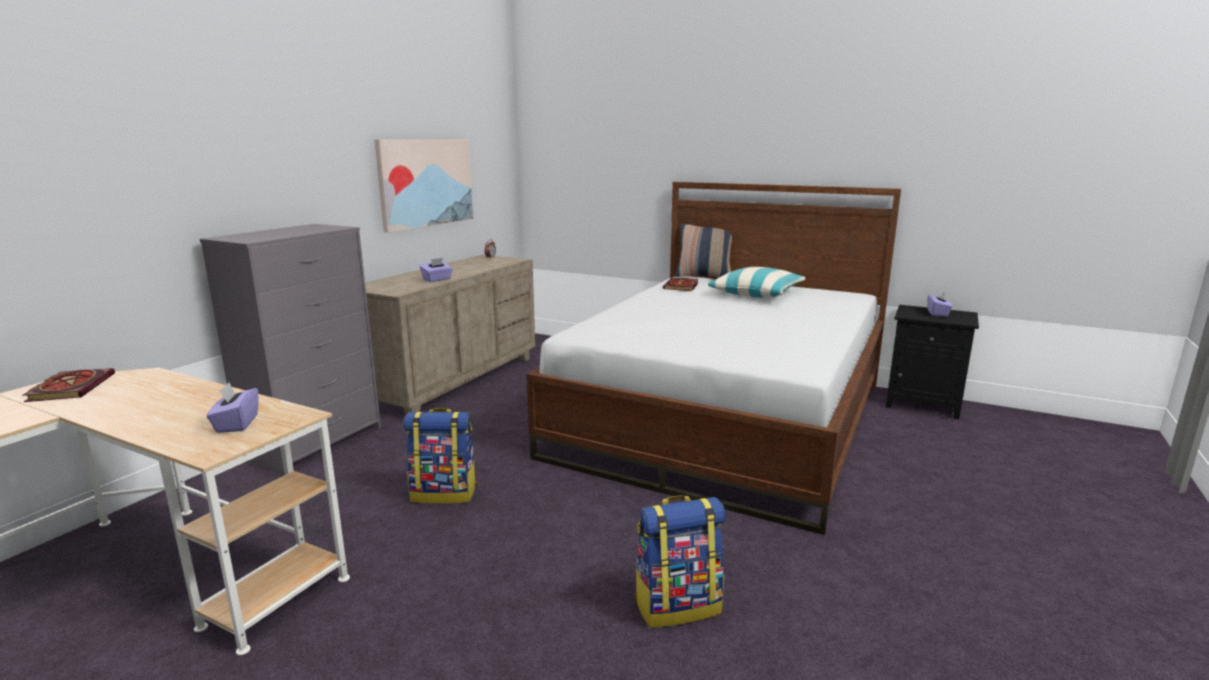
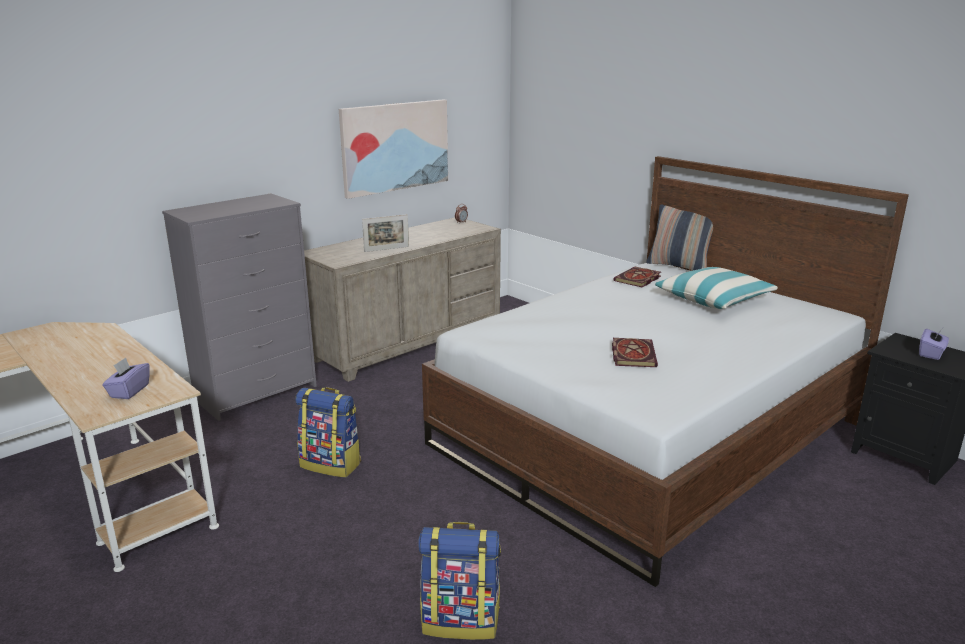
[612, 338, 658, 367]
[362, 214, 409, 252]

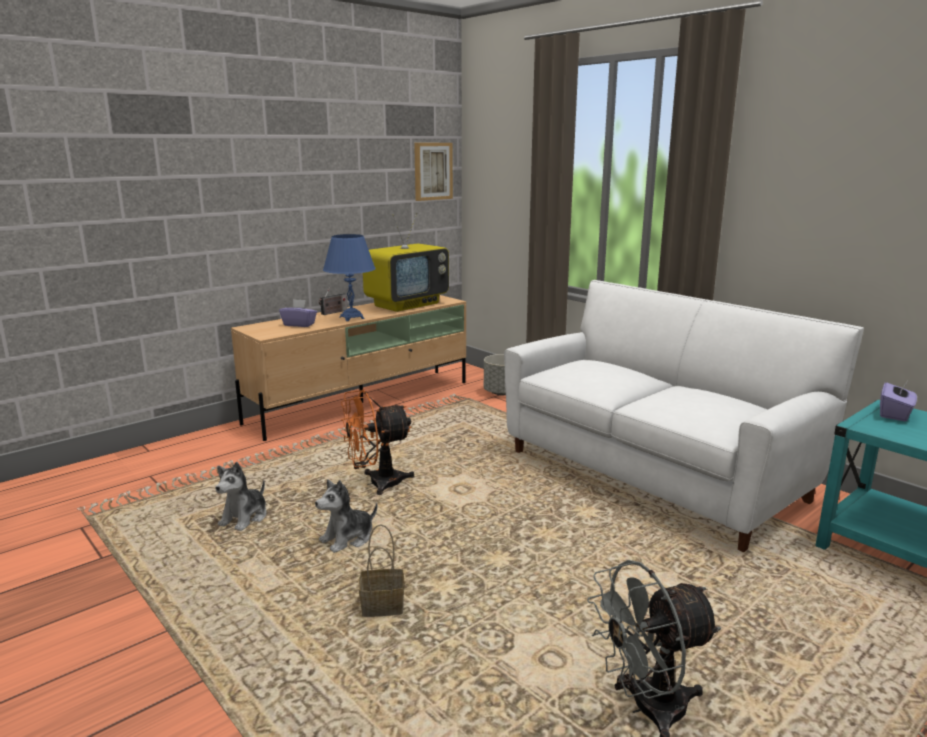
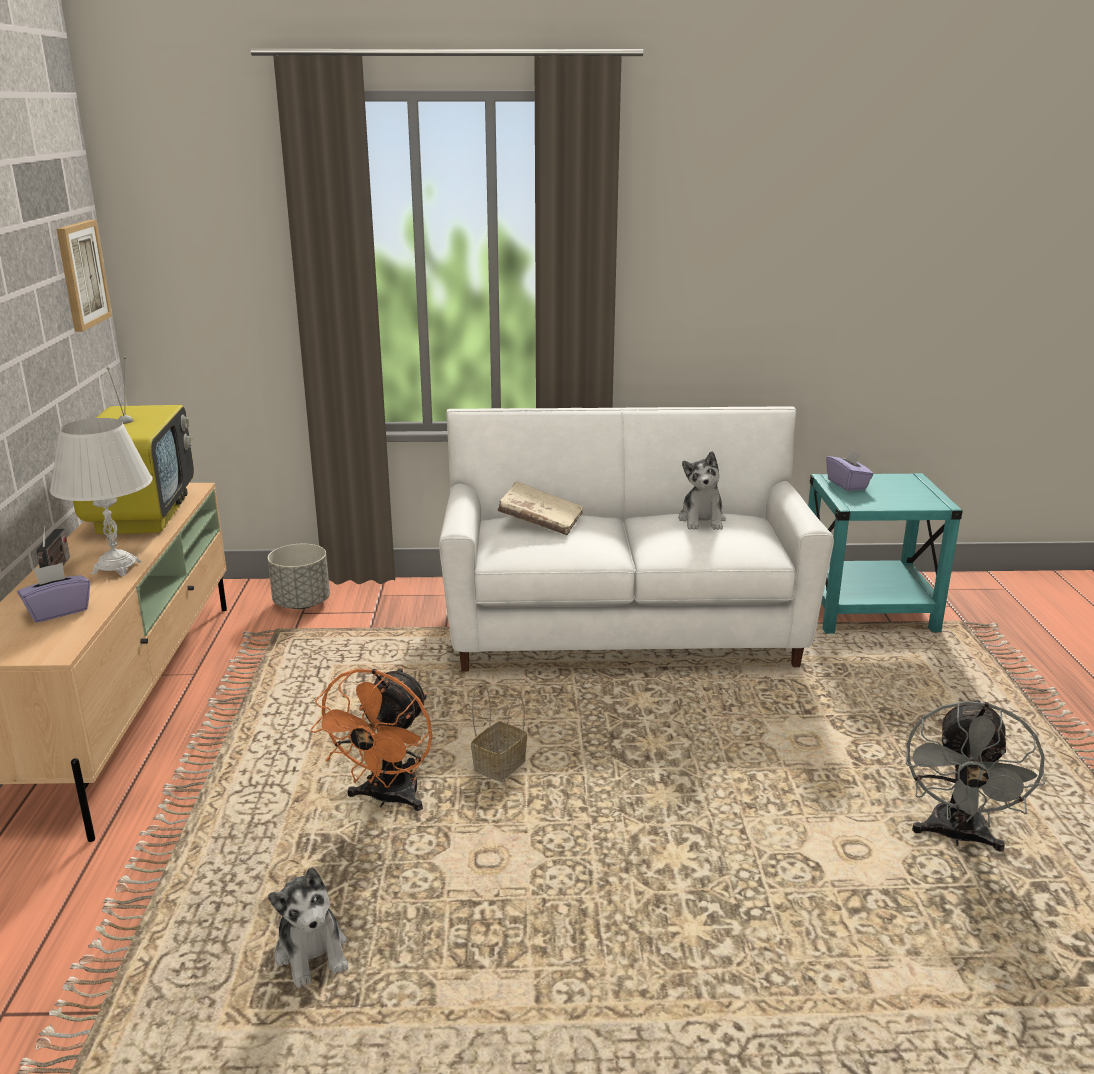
[498, 481, 584, 535]
[679, 451, 726, 530]
[471, 682, 527, 782]
[49, 418, 153, 576]

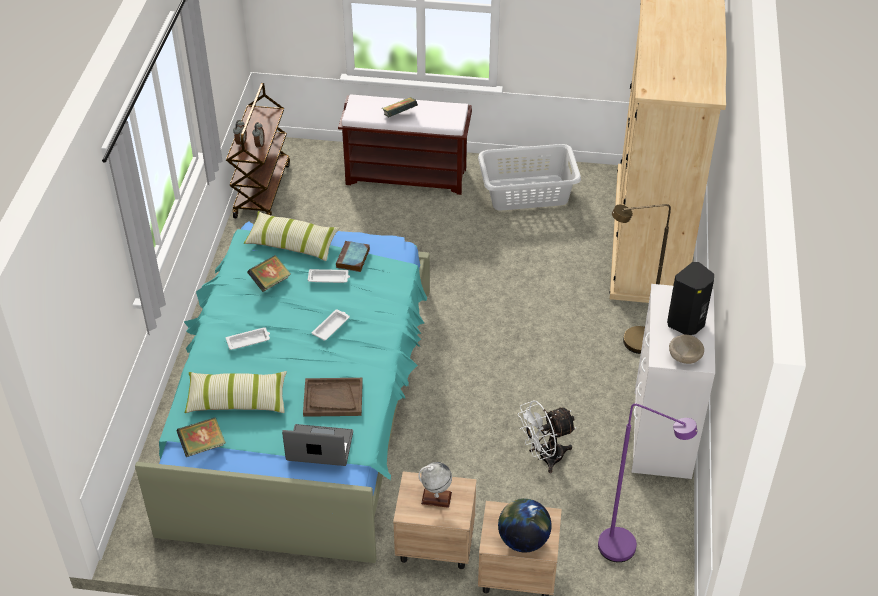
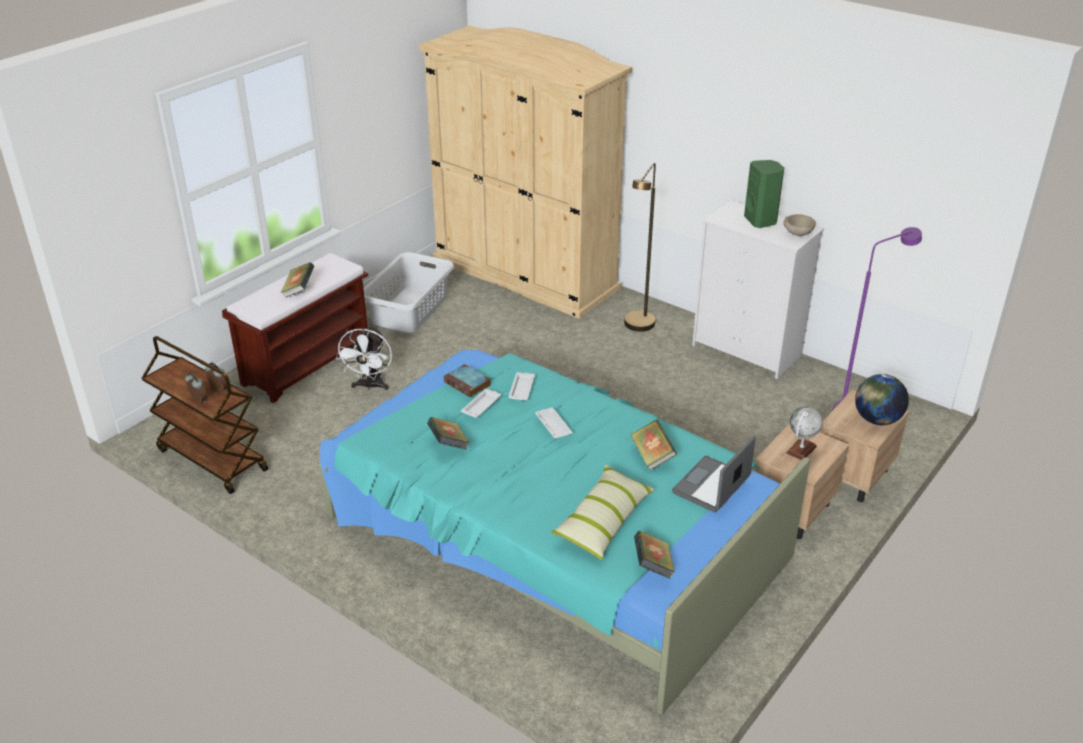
[244, 211, 340, 261] (first image)
[508, 372, 535, 400]
[336, 326, 392, 390]
[630, 420, 677, 471]
[744, 160, 784, 228]

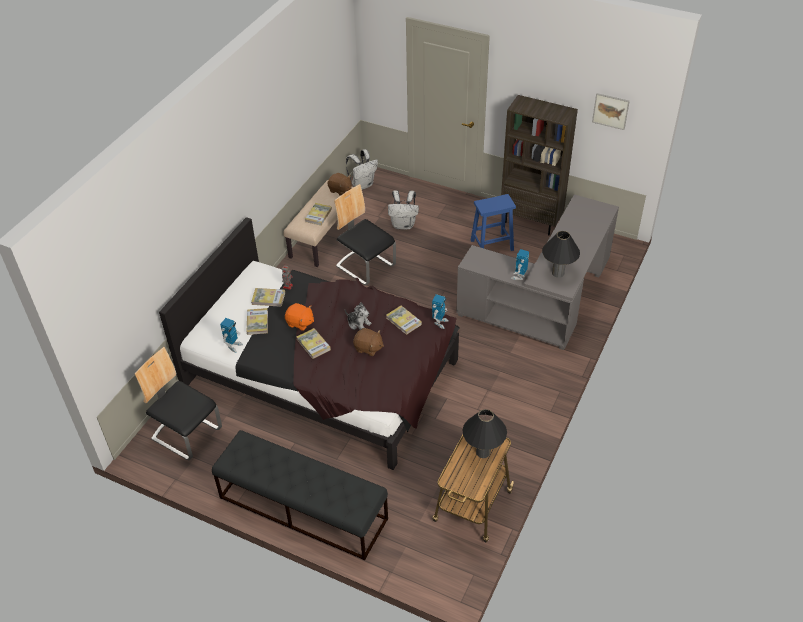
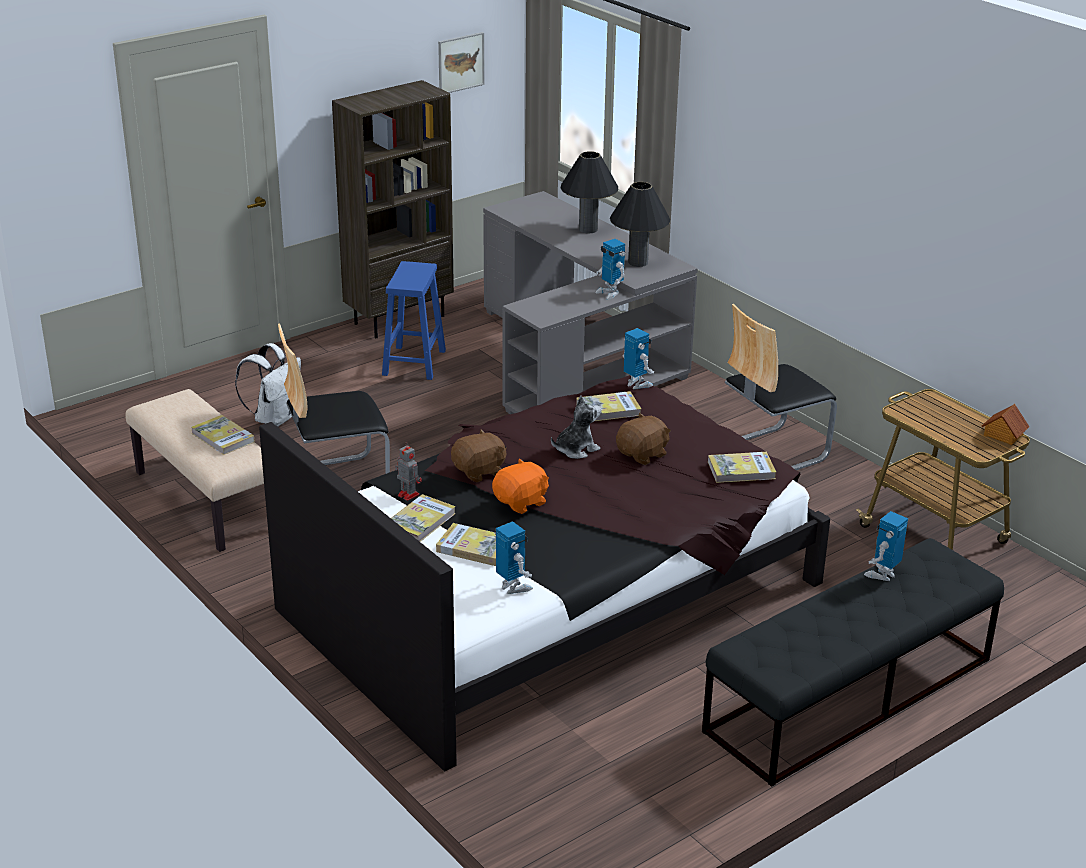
[346, 149, 378, 190] (first image)
[864, 511, 908, 581]
[982, 404, 1030, 445]
[725, 304, 837, 470]
[708, 452, 776, 483]
[451, 429, 507, 483]
[561, 151, 618, 233]

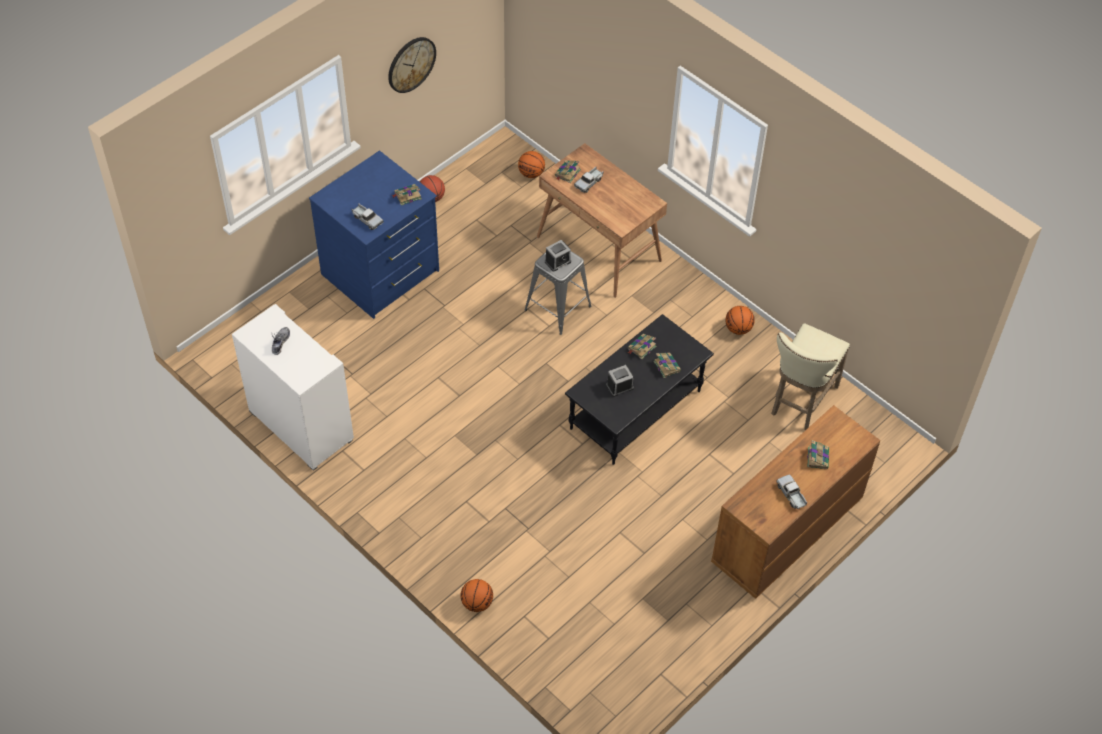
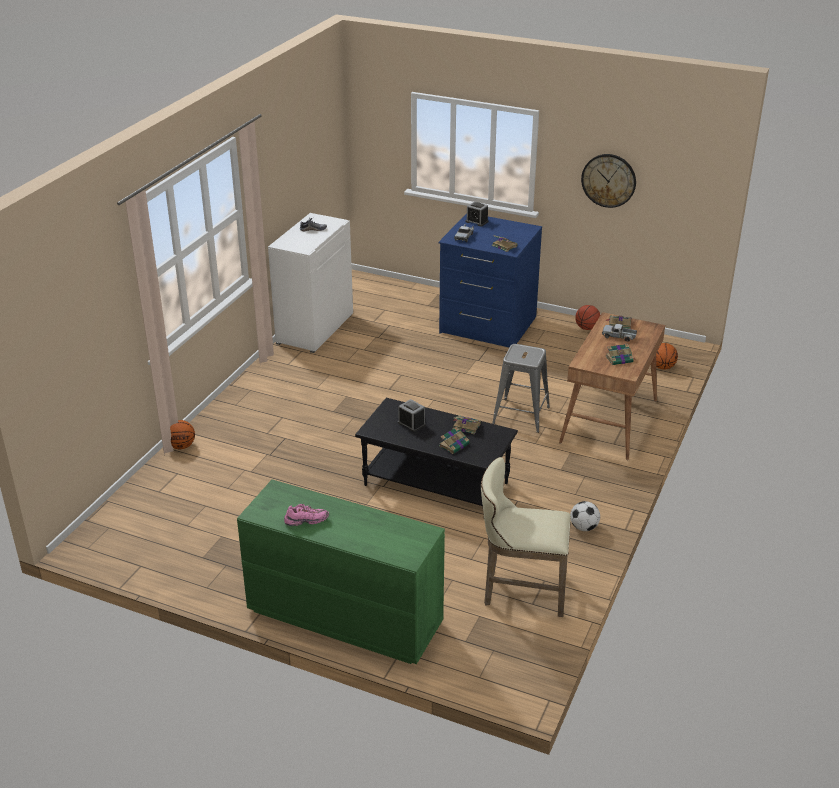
[466, 201, 489, 227]
[606, 344, 635, 365]
[570, 501, 600, 531]
[284, 504, 329, 526]
[237, 480, 445, 664]

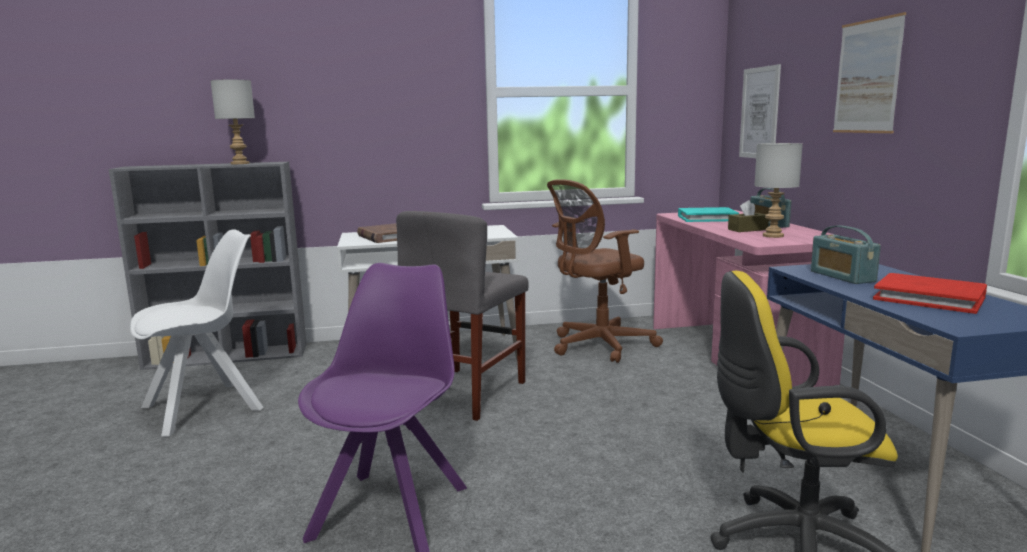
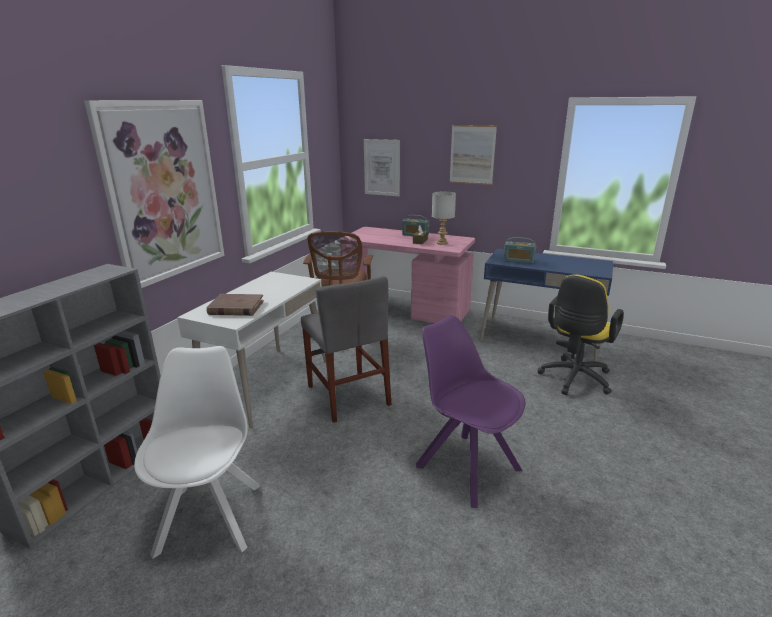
[211, 80, 255, 164] (first image)
[678, 207, 739, 222] (first image)
[873, 273, 987, 314] (first image)
[84, 100, 225, 288]

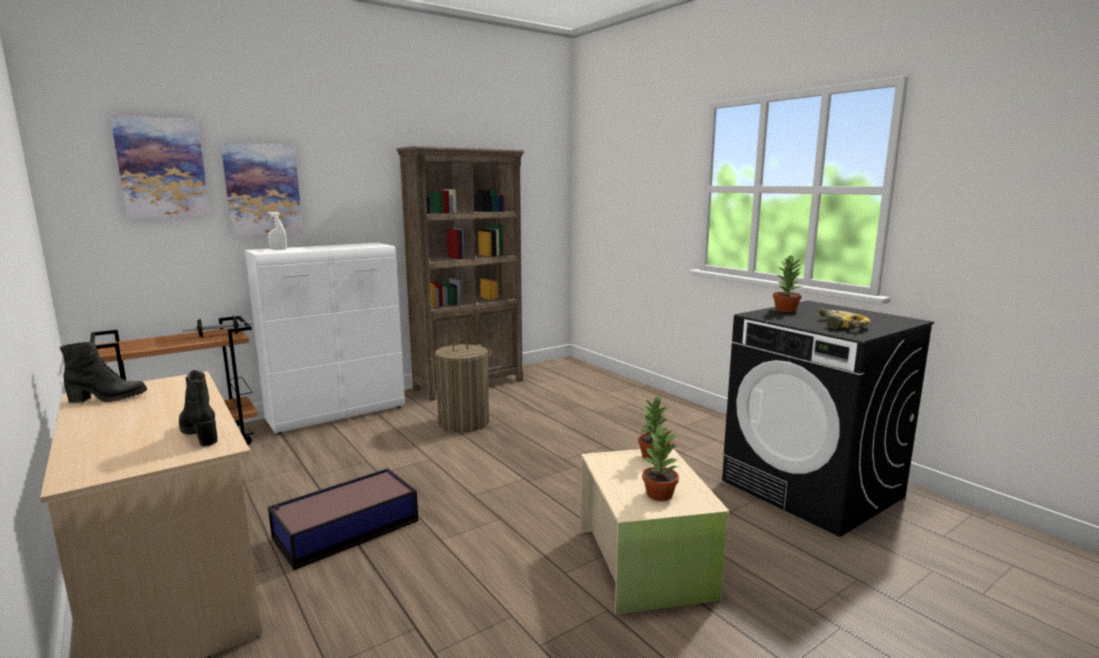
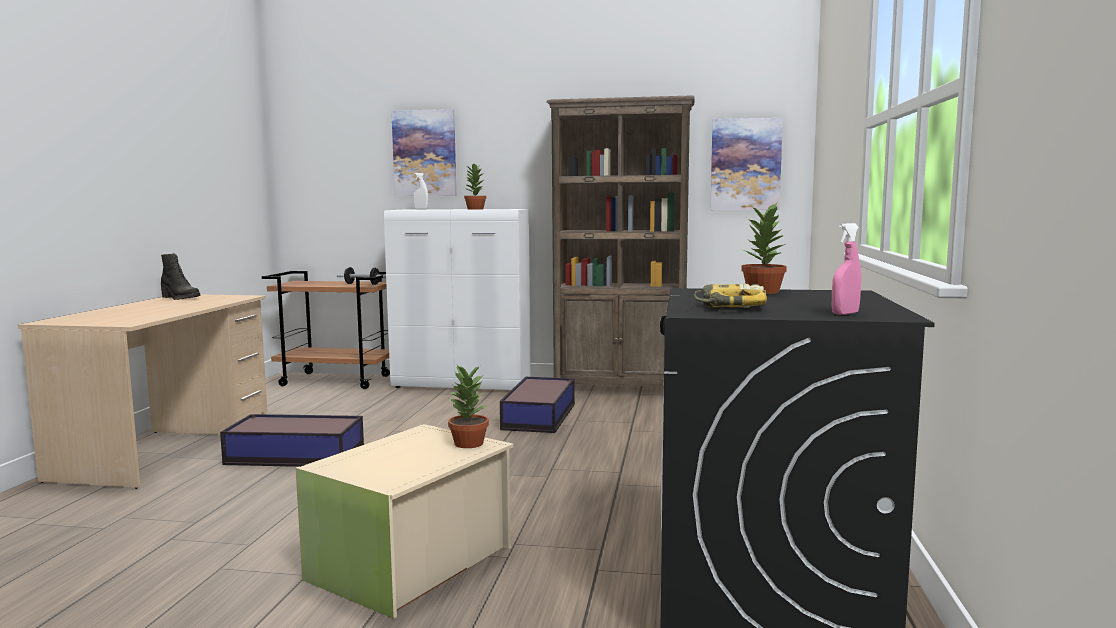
[179, 370, 218, 446] (first image)
[832, 223, 862, 315]
[710, 118, 783, 210]
[464, 164, 486, 210]
[500, 377, 575, 433]

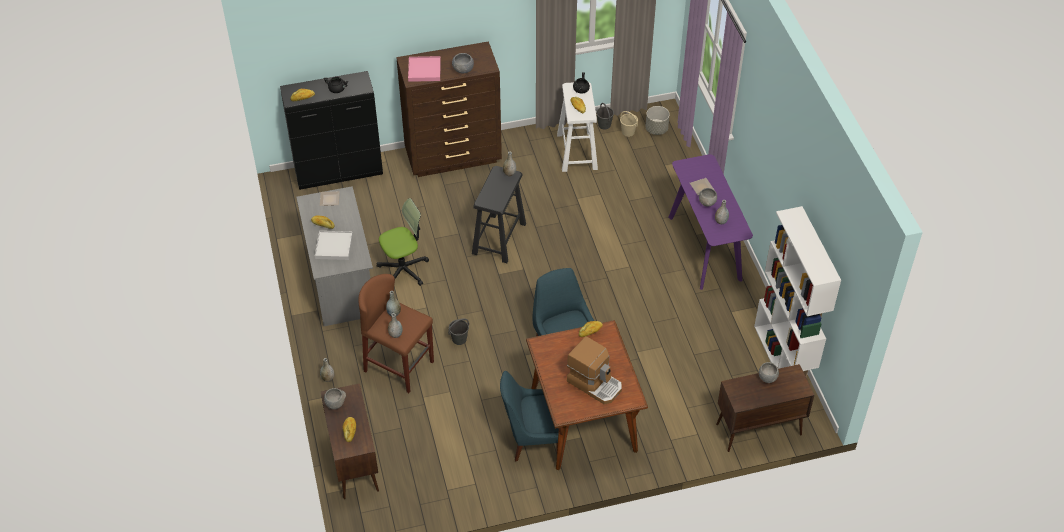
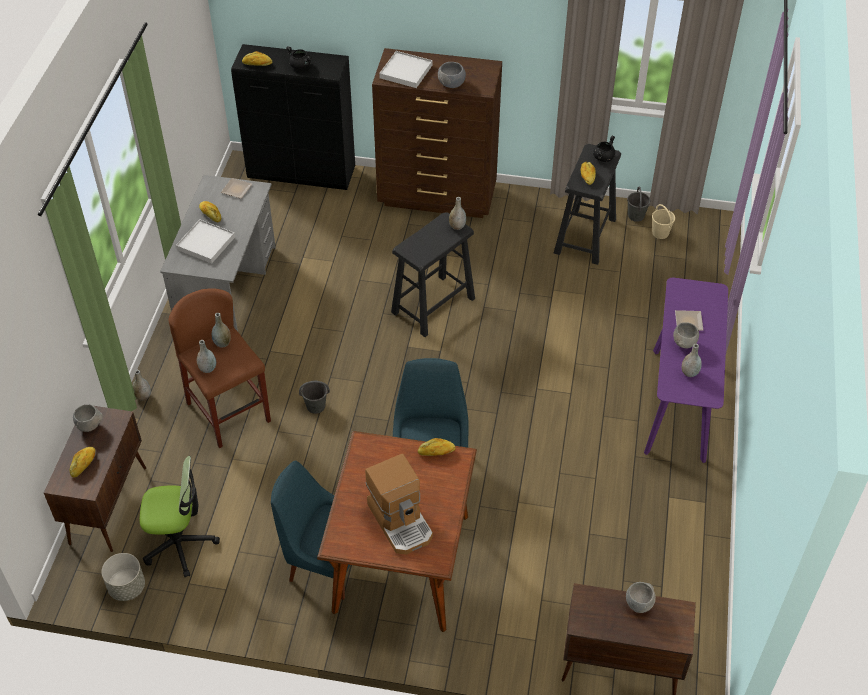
[754, 206, 841, 378] (first image)
[140, 456, 220, 577]
[101, 553, 145, 601]
[379, 51, 433, 88]
[554, 144, 621, 265]

